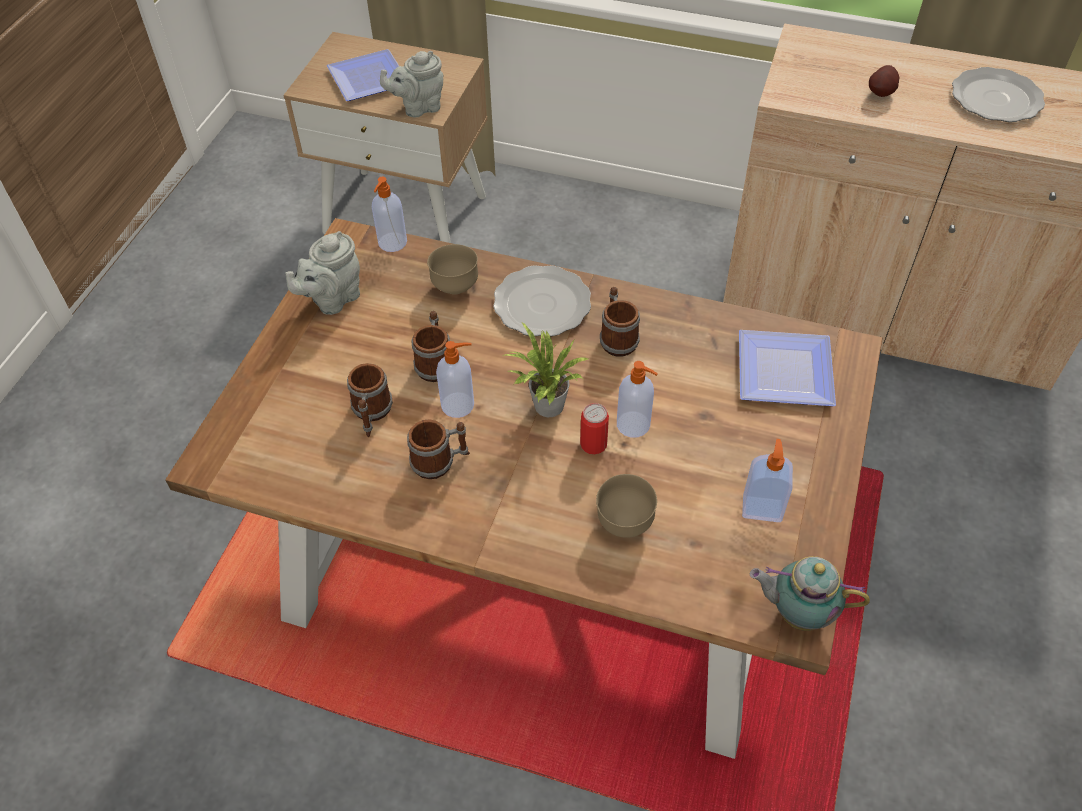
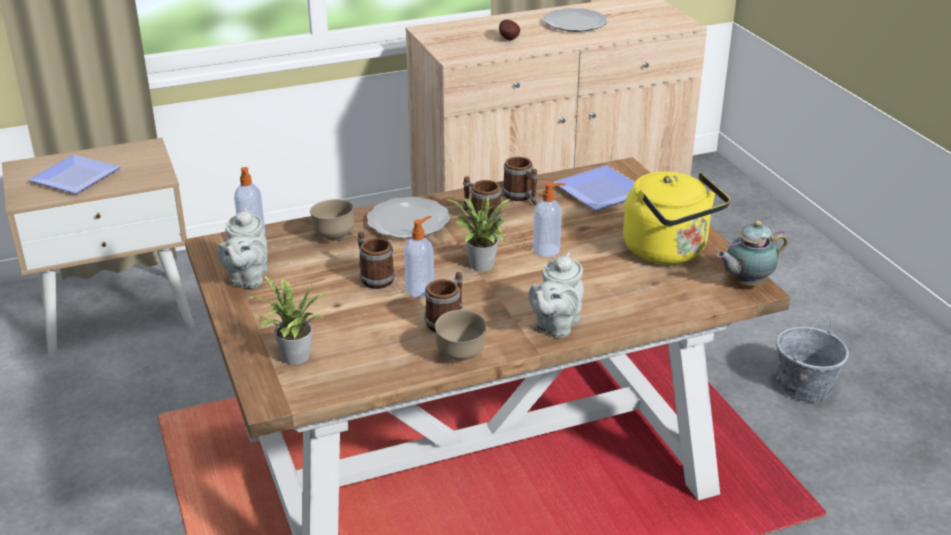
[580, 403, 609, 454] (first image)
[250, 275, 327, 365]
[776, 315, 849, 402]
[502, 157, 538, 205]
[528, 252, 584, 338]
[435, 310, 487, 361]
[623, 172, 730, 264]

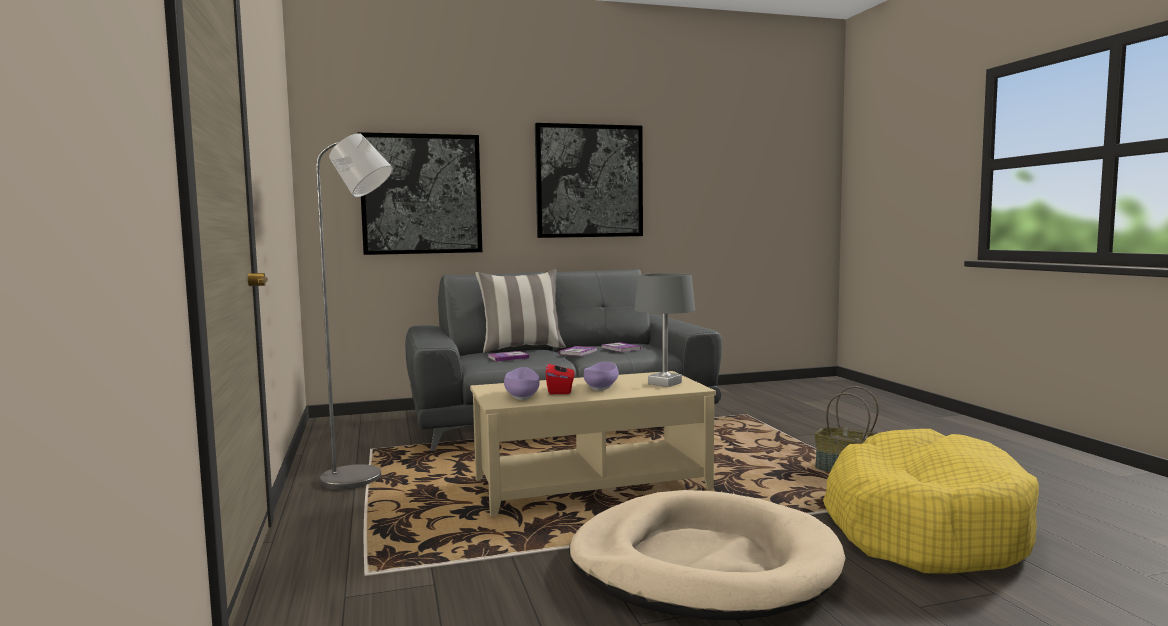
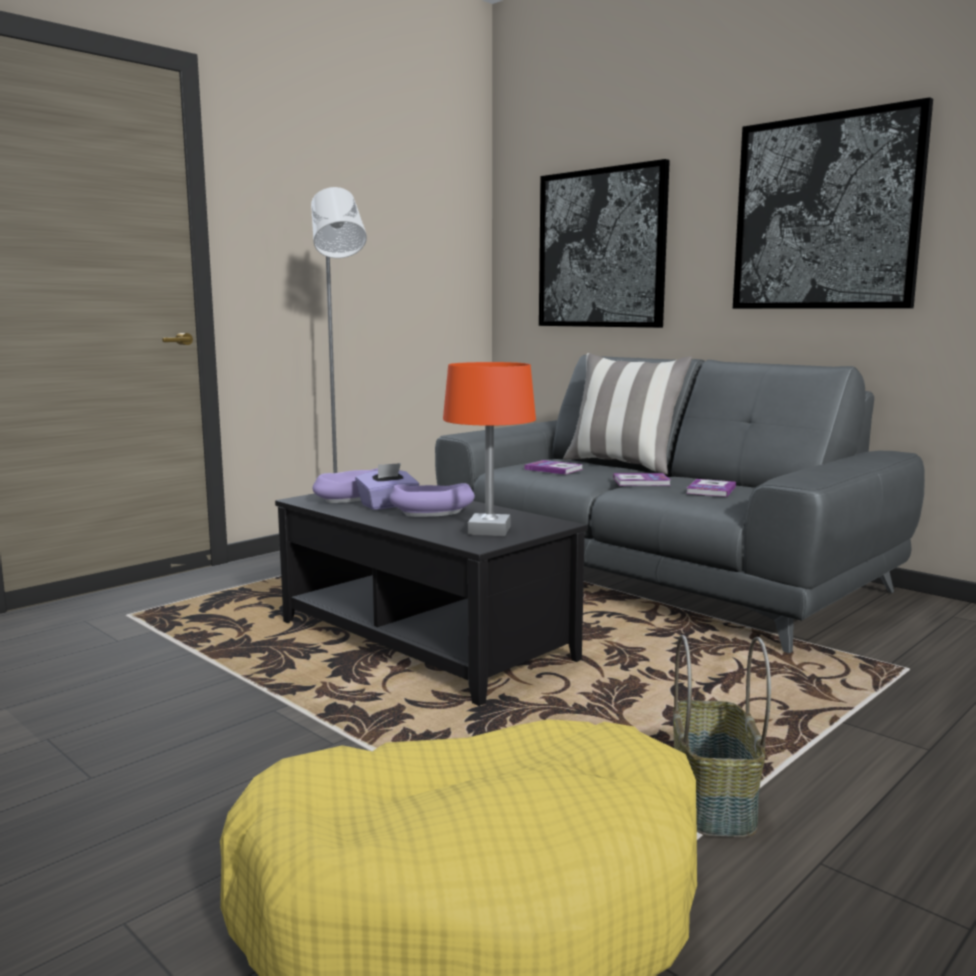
[569, 490, 845, 620] (first image)
[275, 493, 587, 706]
[355, 463, 419, 510]
[443, 362, 536, 536]

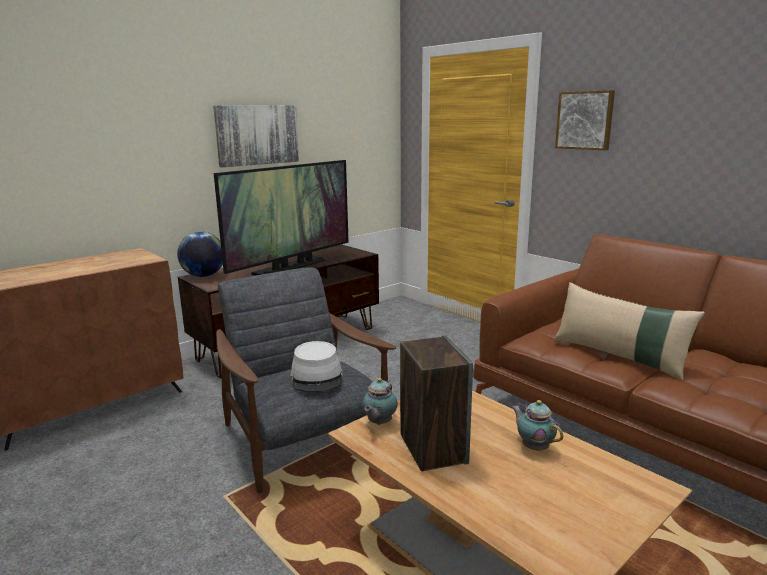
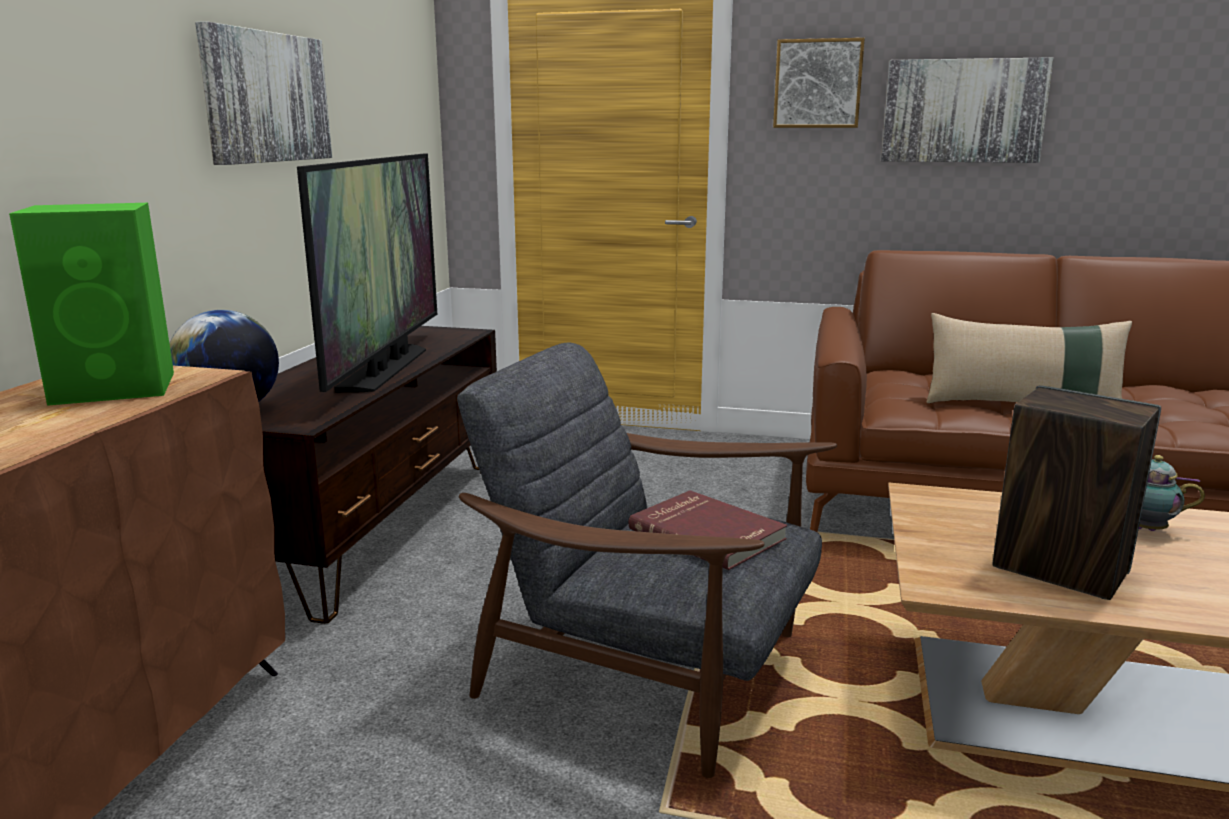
[362, 378, 398, 425] (first image)
[9, 203, 174, 406]
[881, 57, 1054, 163]
[629, 490, 787, 570]

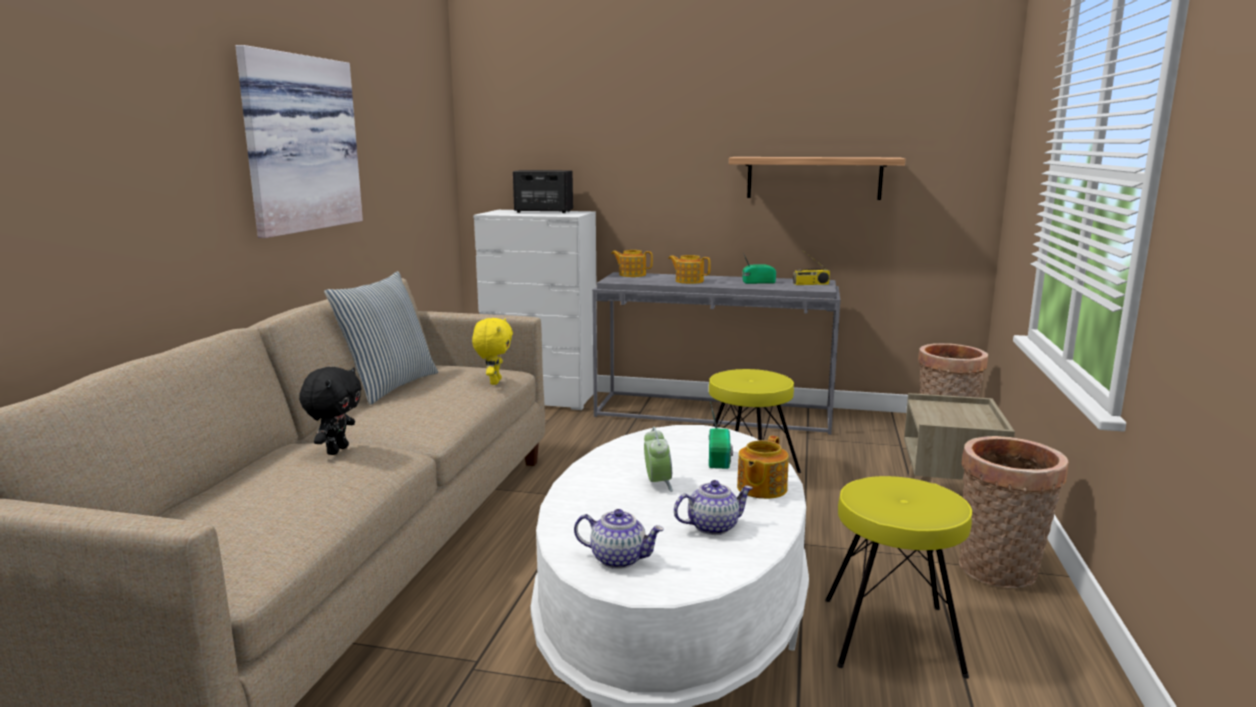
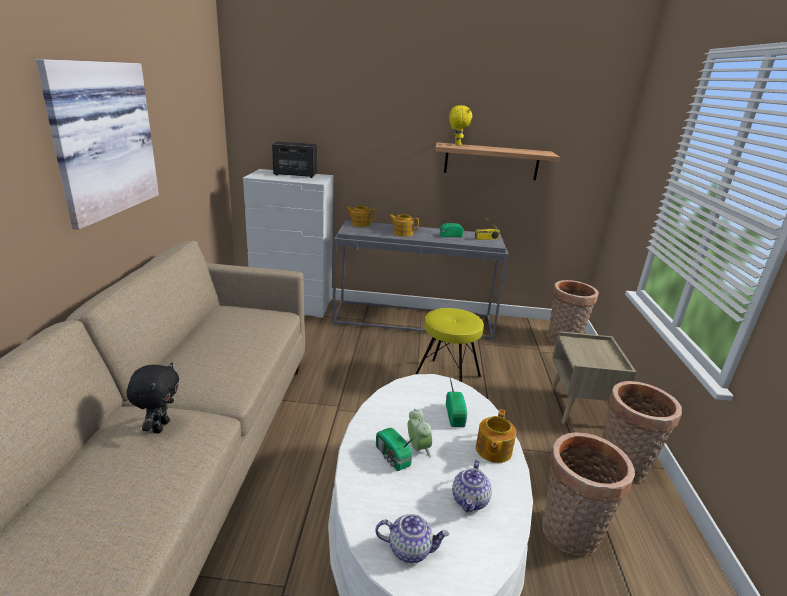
[324, 271, 438, 405] (first image)
[376, 428, 417, 471]
[449, 105, 472, 146]
[542, 432, 635, 556]
[452, 459, 492, 512]

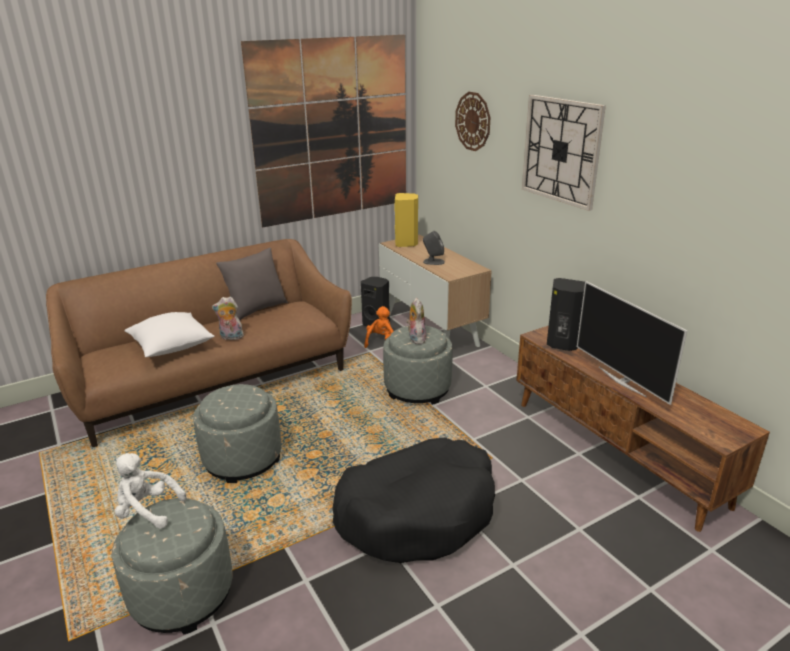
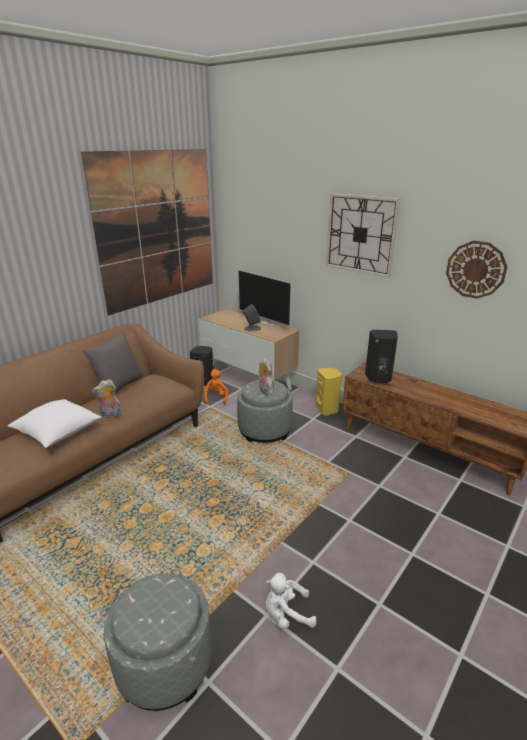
[193, 384, 281, 483] (first image)
[332, 437, 495, 563] (first image)
[266, 573, 316, 630]
[316, 368, 342, 416]
[446, 241, 507, 299]
[238, 269, 292, 328]

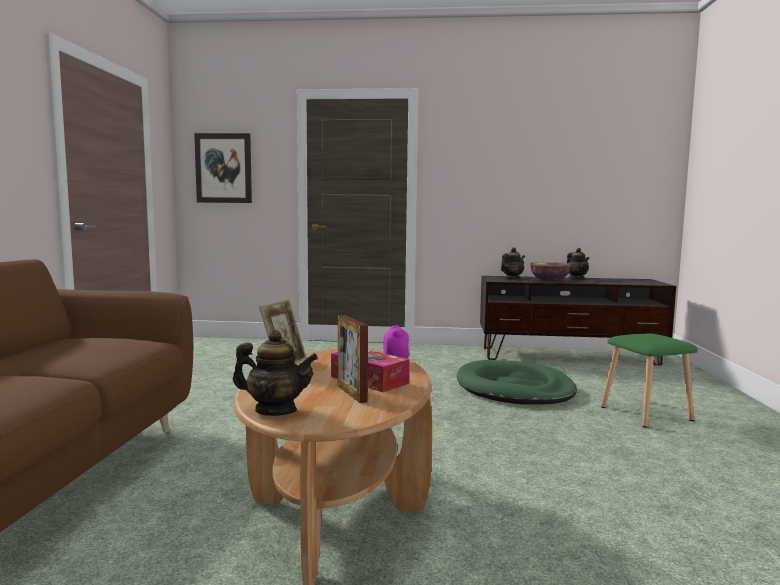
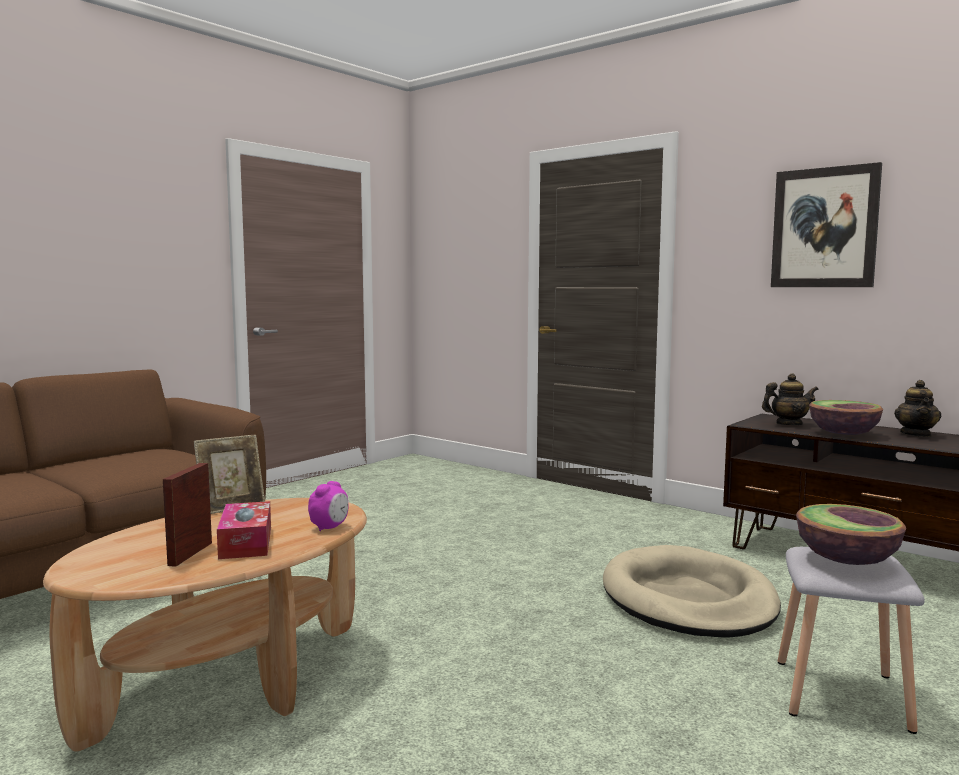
[233, 330, 318, 416] (first image)
[796, 504, 906, 565]
[771, 162, 882, 287]
[603, 545, 781, 638]
[778, 547, 925, 734]

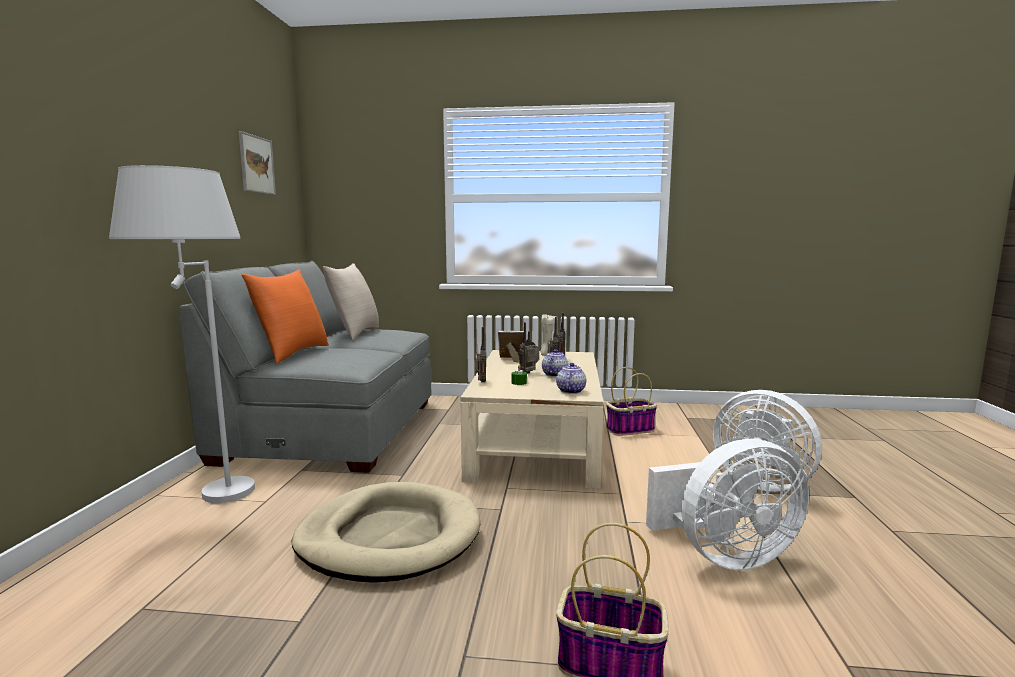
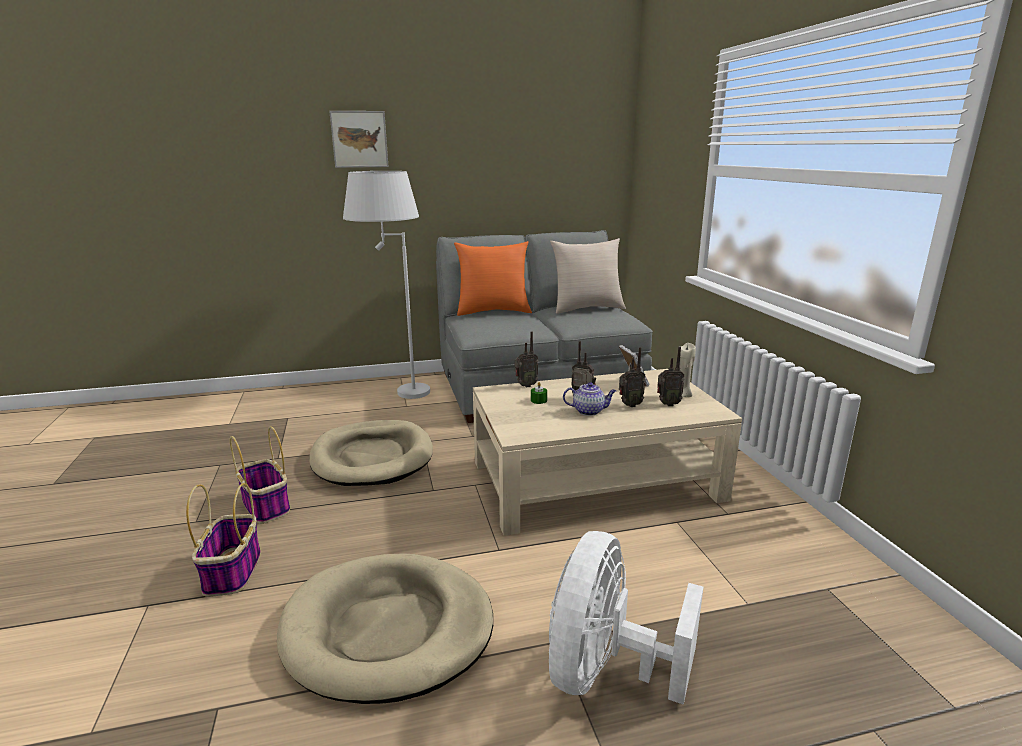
[556, 363, 586, 394] (first image)
[329, 111, 389, 168]
[230, 426, 290, 524]
[277, 553, 493, 704]

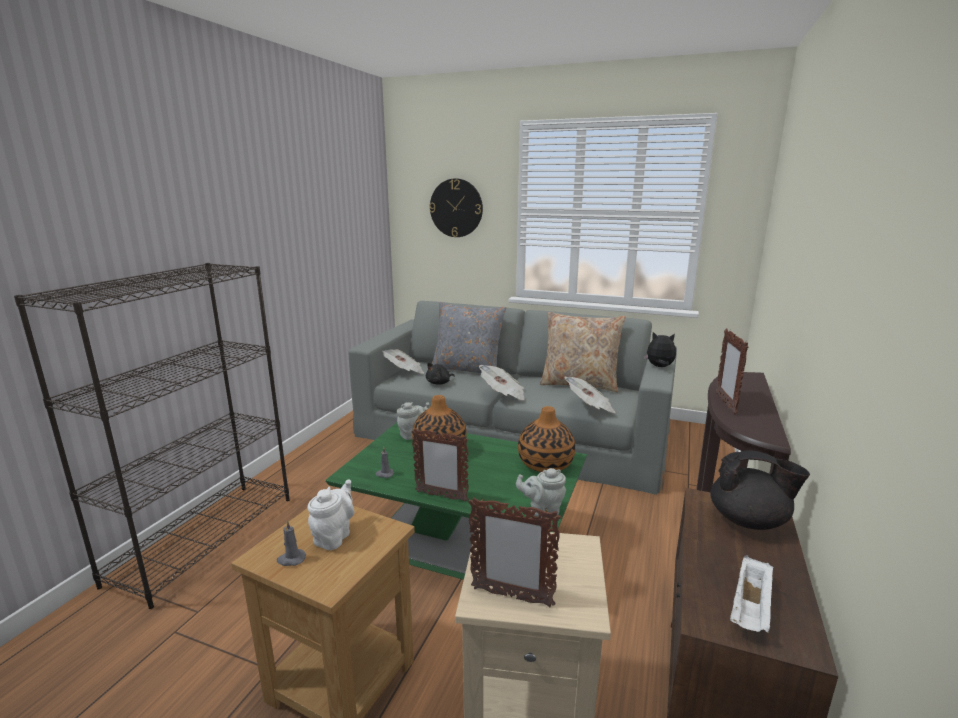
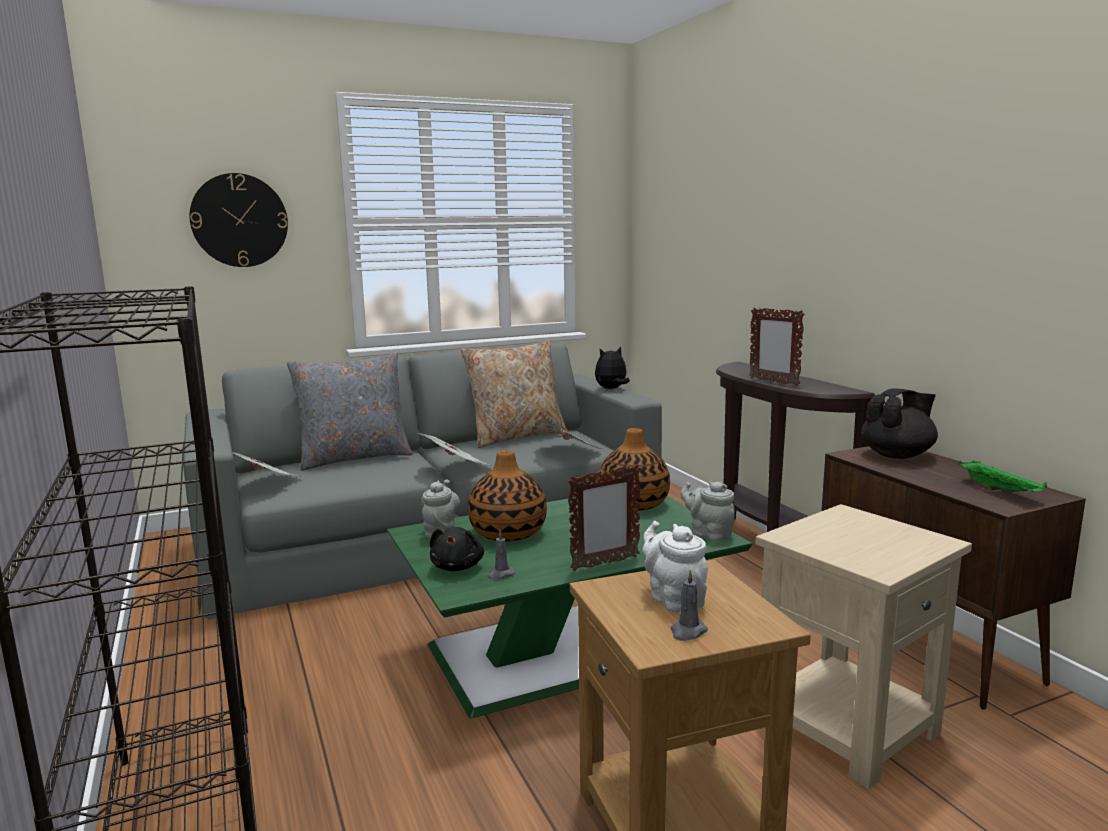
[468, 497, 561, 608] (first image)
[430, 527, 484, 571]
[958, 461, 1047, 492]
[680, 481, 735, 541]

